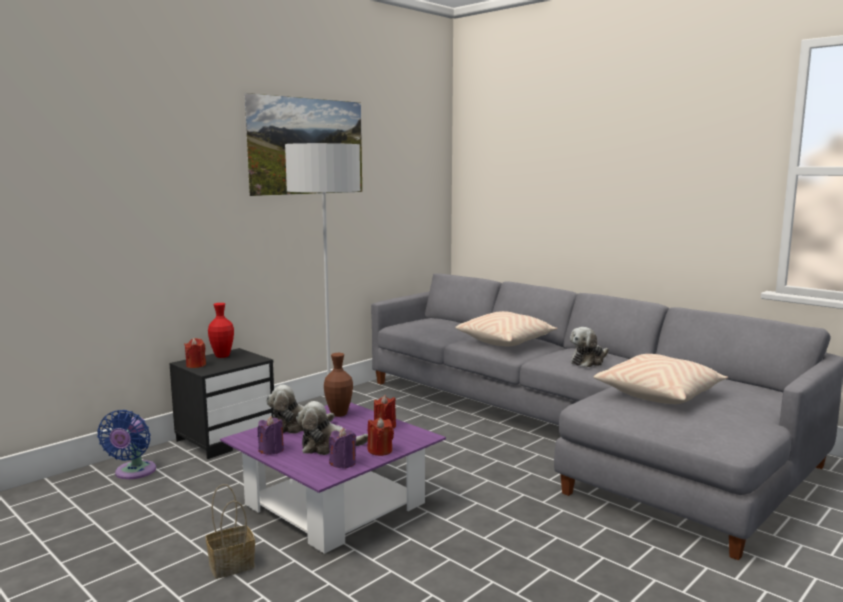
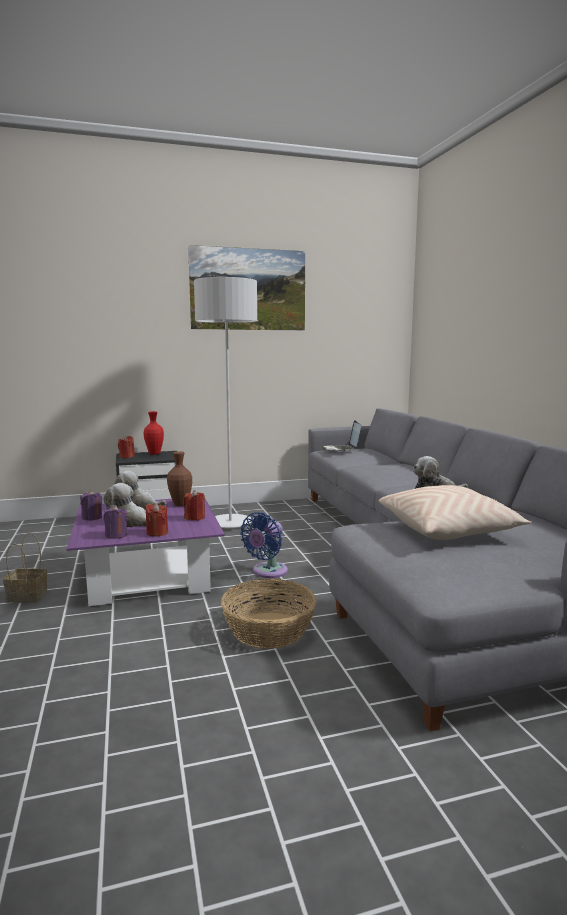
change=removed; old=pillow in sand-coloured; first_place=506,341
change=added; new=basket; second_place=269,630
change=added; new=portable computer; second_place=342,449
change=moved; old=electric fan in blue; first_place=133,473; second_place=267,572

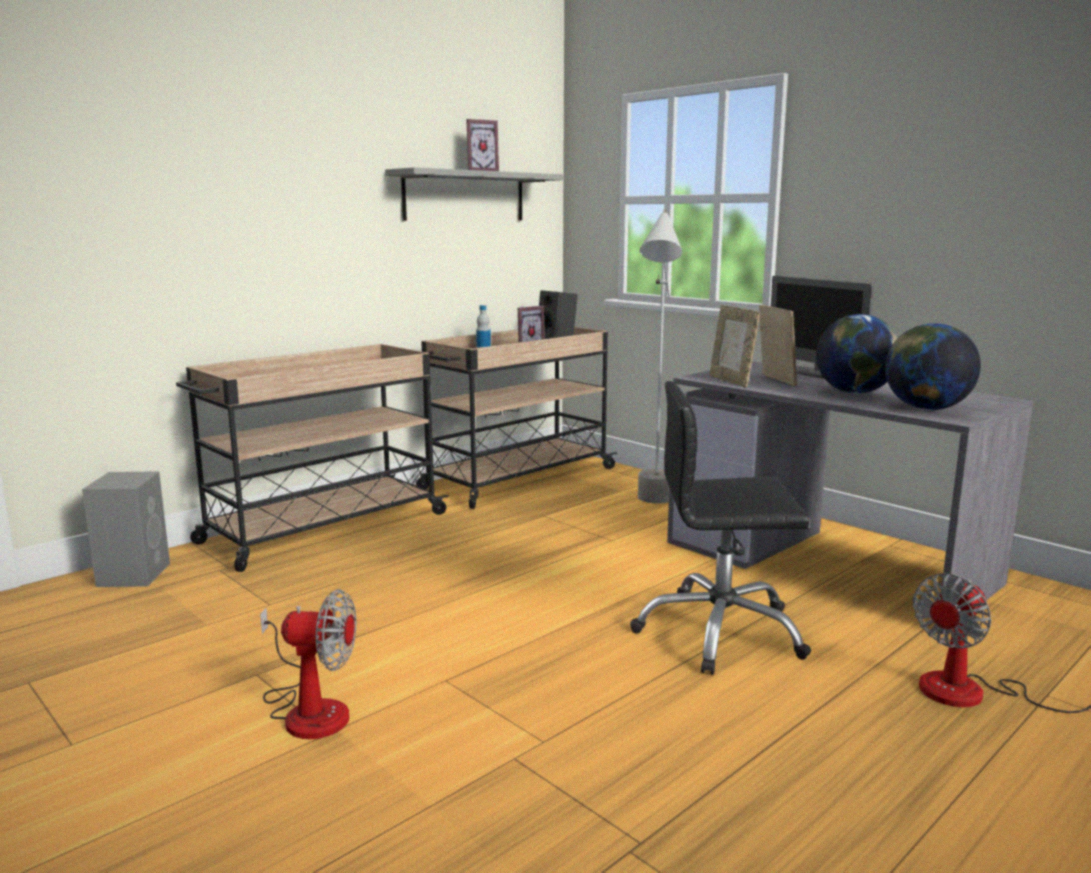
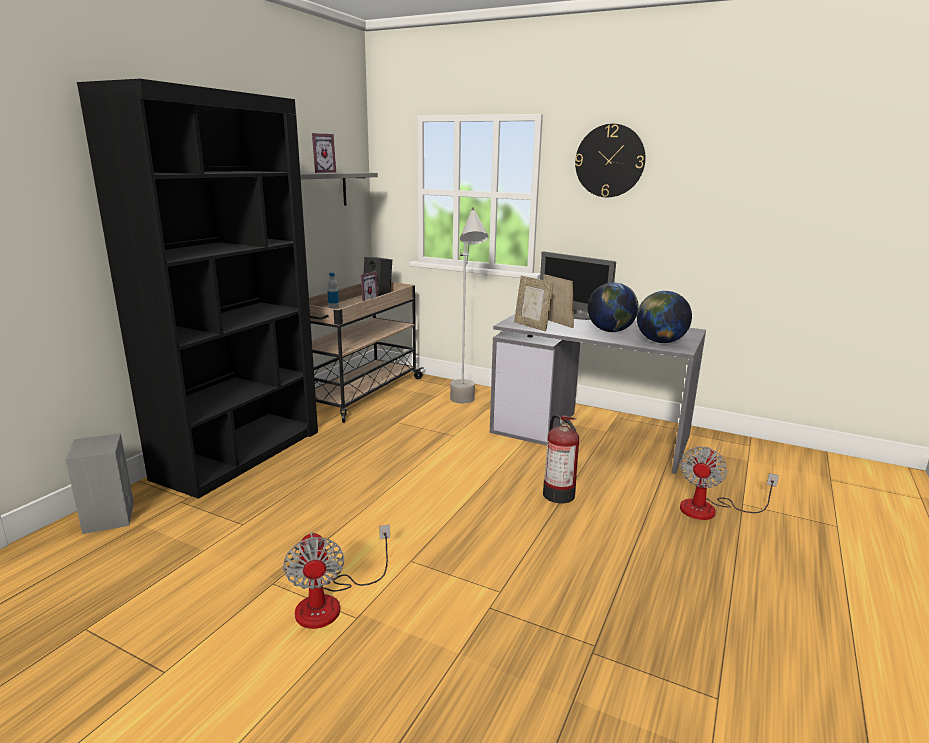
change=added; new=hanging clock; second_place=609,161
change=replaced; old=cart in sand-coloured; new=shelving unit in black-coloured; first_place=322,528; second_place=240,454
change=replaced; old=computer chair in black-coloured; new=extinguisher; first_place=720,632; second_place=557,493
change=turned; old=electric fan; first_place=309,709; second_place=331,602; degrees=90

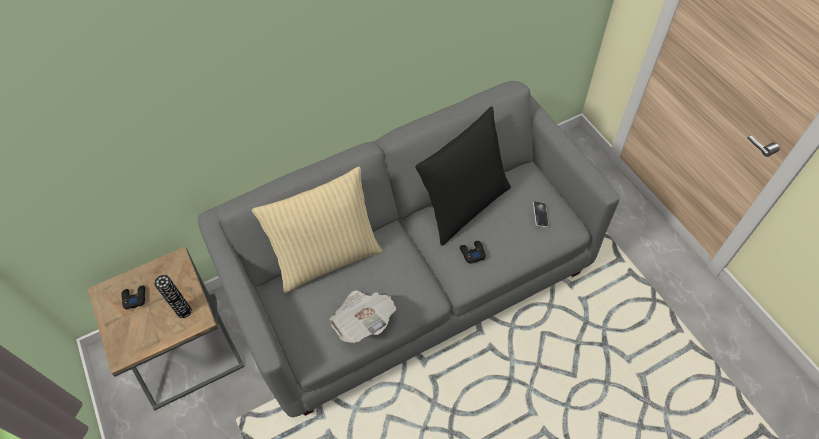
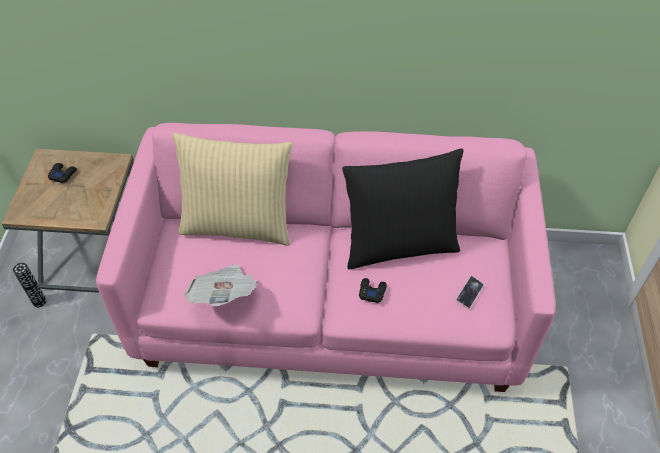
change=moved; old=flower vase; first_place=184,311; second_place=39,301
change=recoloured; old=couch in grey; new=couch in pink; first_place=413,280; second_place=331,304

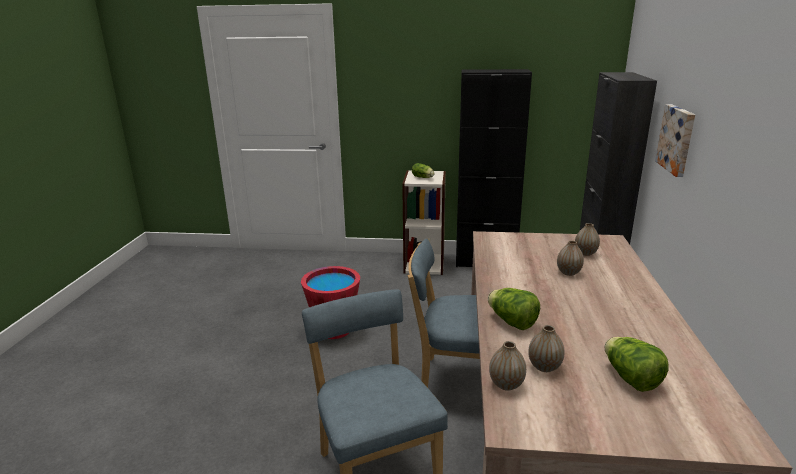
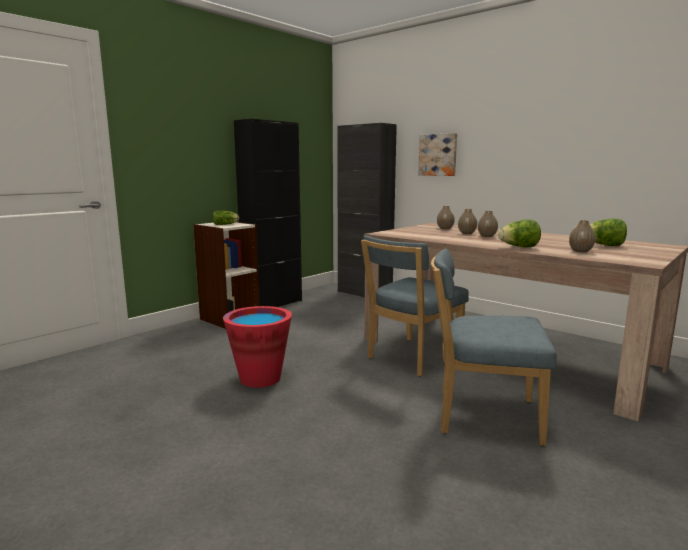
change=moved; old=flower vase; first_place=506,384; second_place=487,236

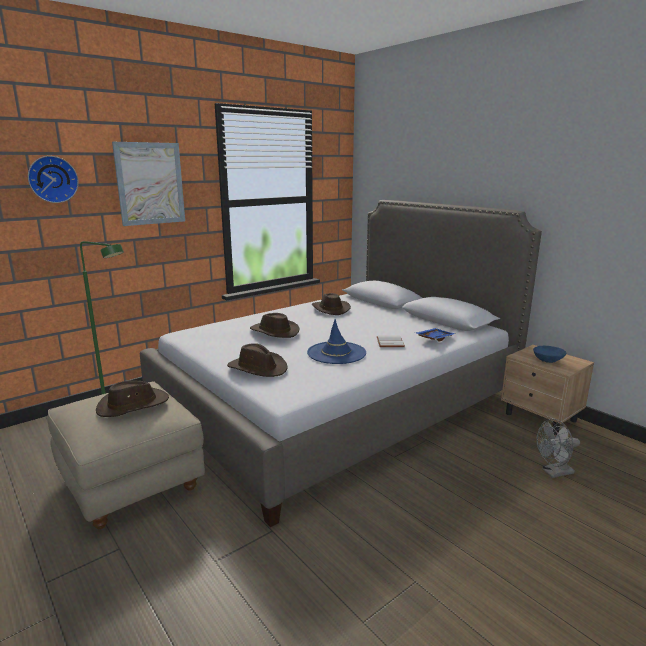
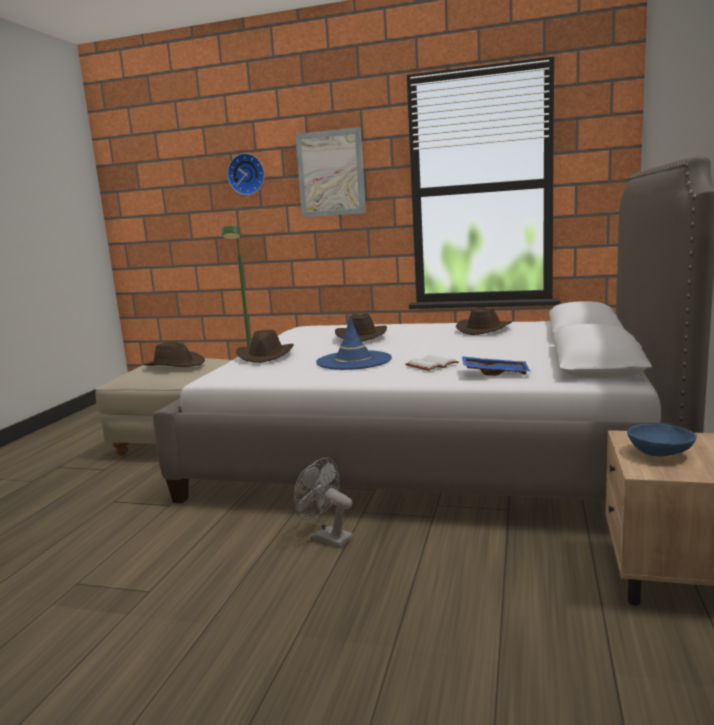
change=moved; old=electric fan in grey; first_place=554,473; second_place=326,537

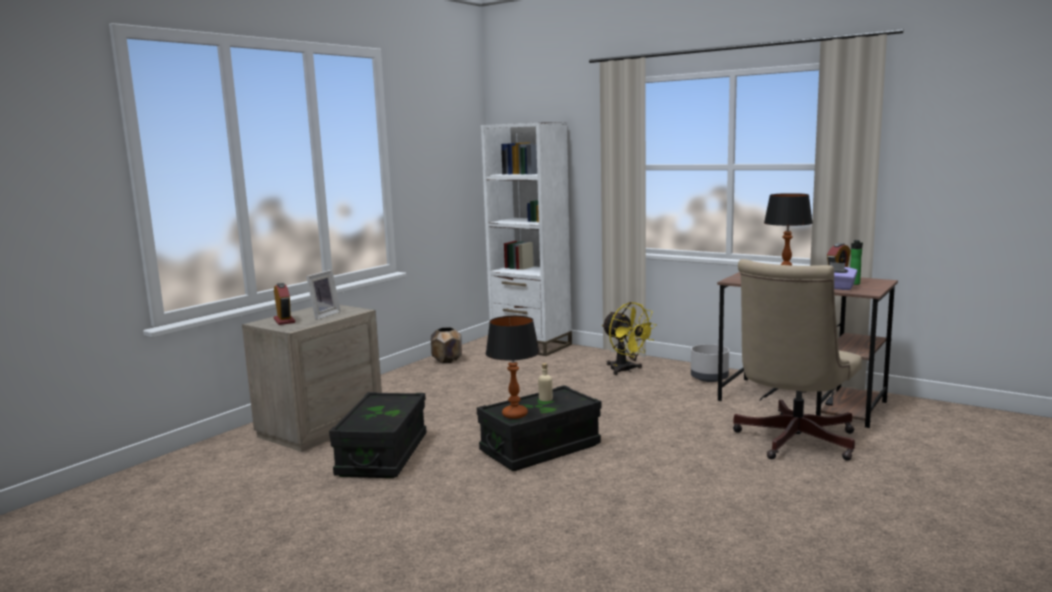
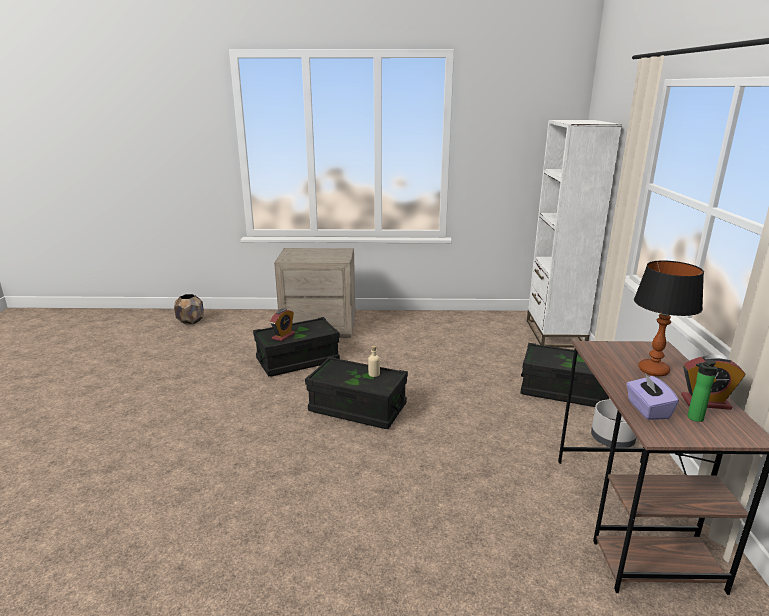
change=removed; old=photo frame; first_place=323,315
change=removed; old=lamp for a table; first_place=515,414
change=removed; old=computer chair in sand-coloured; first_place=791,442
change=moved; old=bedside clock; first_place=284,321; second_place=283,336
change=moved; old=flower pot in brown-coloured; first_place=447,360; second_place=191,321
change=replaced; old=electric fan in yellow-coloured; new=storage box in black-coloured; first_place=626,370; second_place=564,391

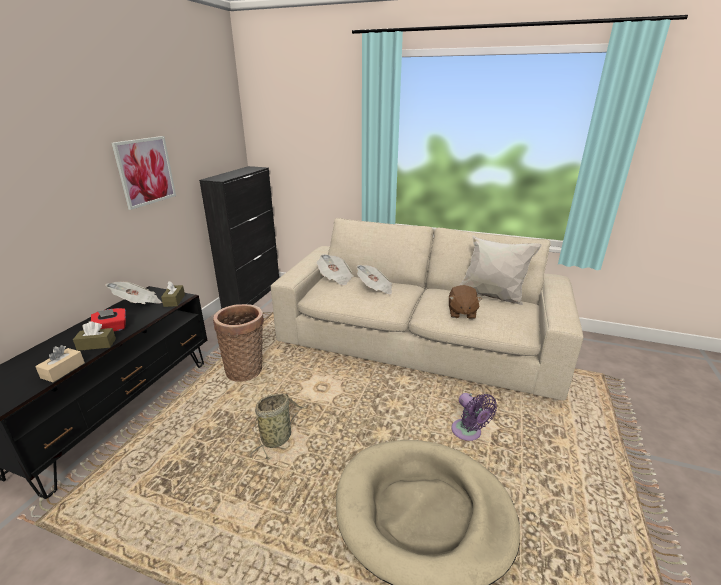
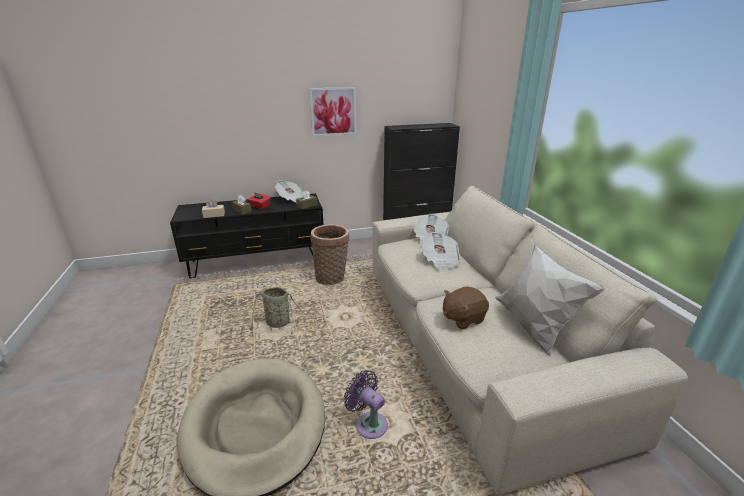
change=turned; old=electric fan in purple-coloured; first_place=468,433; second_place=369,423; degrees=105

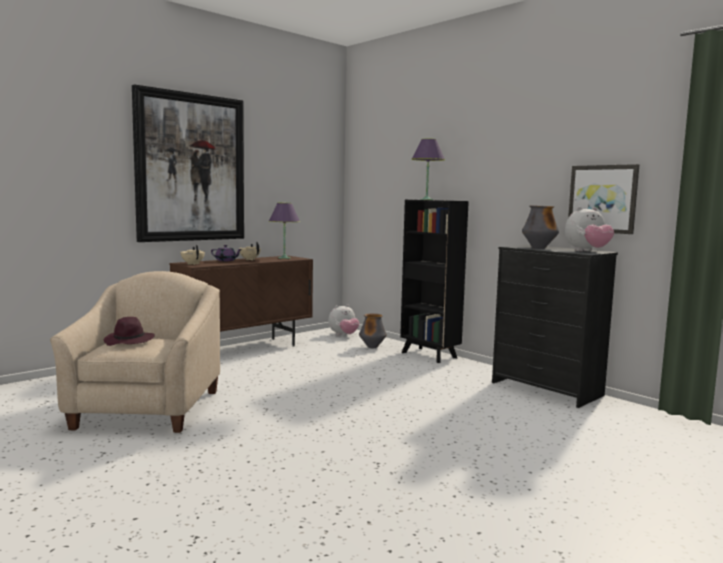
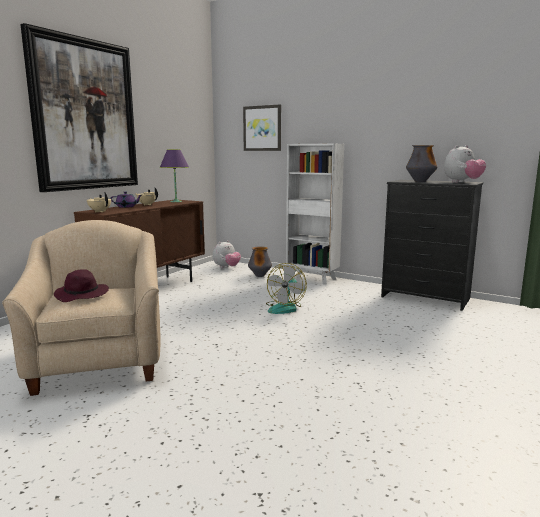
change=removed; old=lamp for a table in purple-coloured; first_place=426,199
change=added; new=electric fan; second_place=285,308
change=moved; old=picture; first_place=602,199; second_place=262,128
change=recoloured; old=shelving unit in black-coloured; new=shelving unit in whitish; first_place=429,355; second_place=312,278

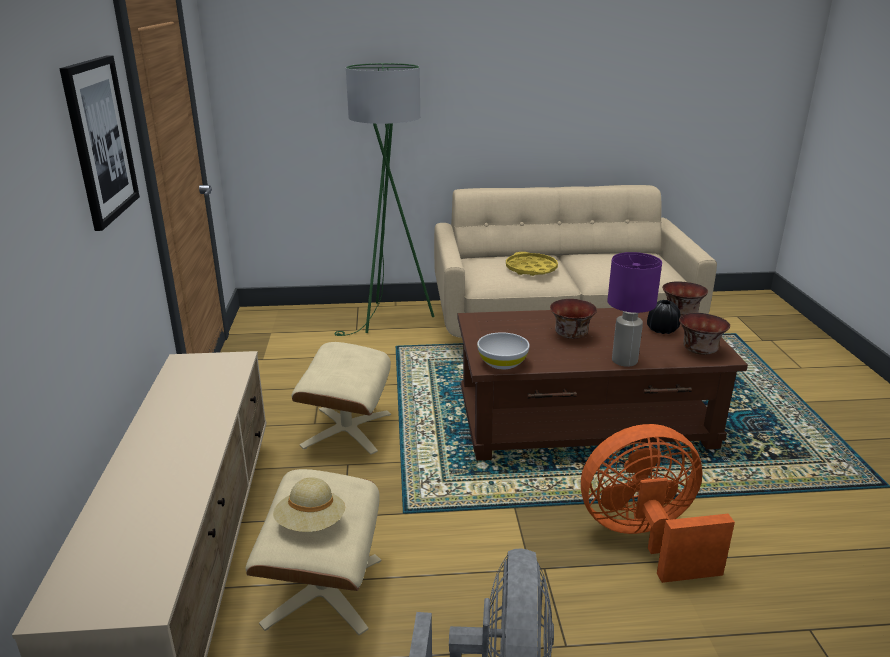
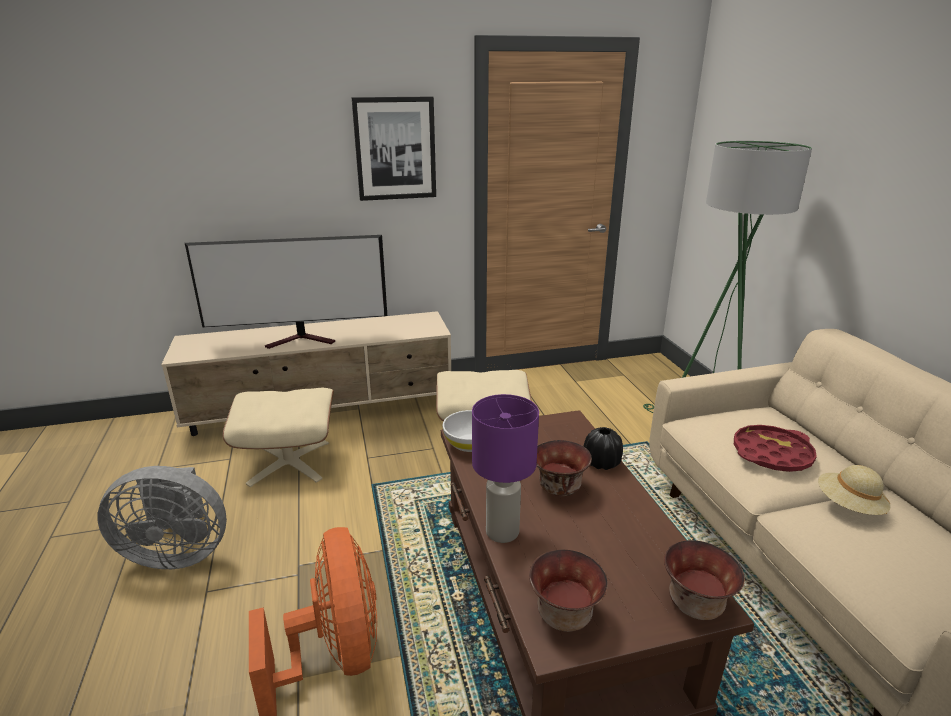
change=added; new=television; second_place=303,340
change=moved; old=hat in sand-coloured; first_place=311,524; second_place=848,506
change=moved; old=flower vase in black-coloured; first_place=662,330; second_place=601,462
change=recoloured; old=serving tray in yellow-coloured; new=serving tray in red-coloured; first_place=531,269; second_place=771,454

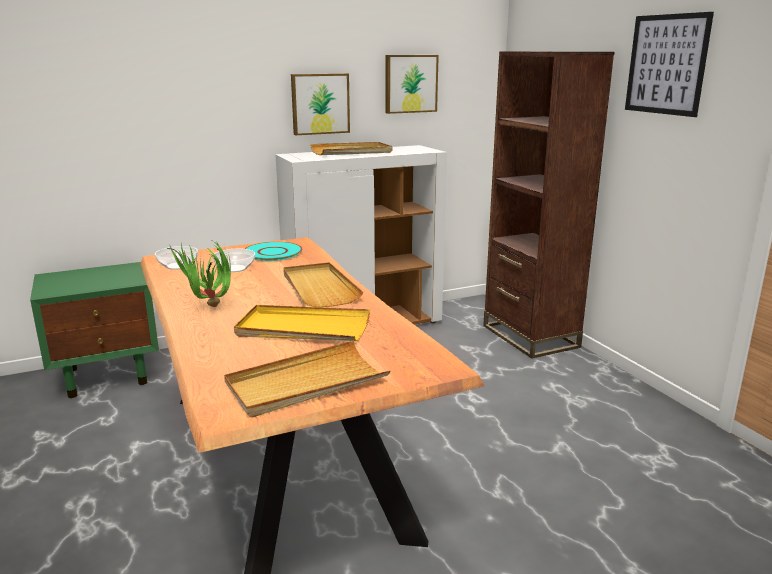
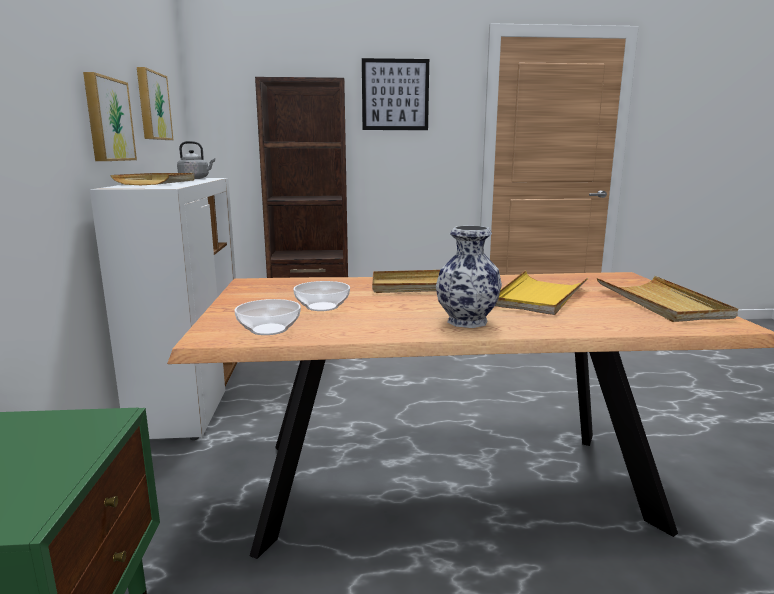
change=removed; old=plate in blue-green; first_place=273,252
change=added; new=water kettle in grey; second_place=196,178
change=replaced; old=potted plant; new=flower vase; first_place=208,309; second_place=467,322

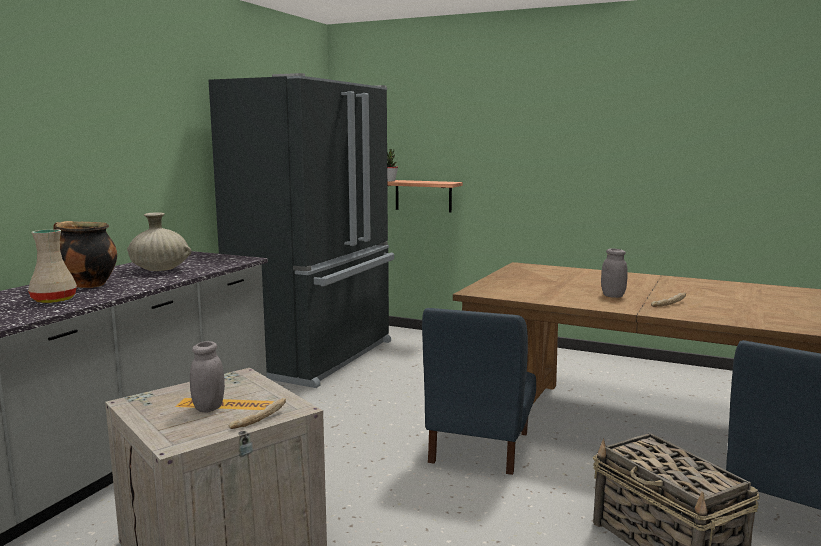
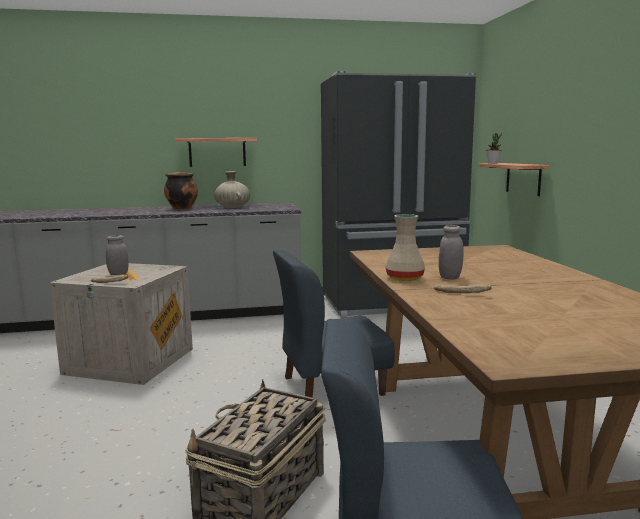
change=added; new=wall shelf; second_place=217,152
change=moved; old=flower vase in sand-coloured; first_place=55,300; second_place=405,278

